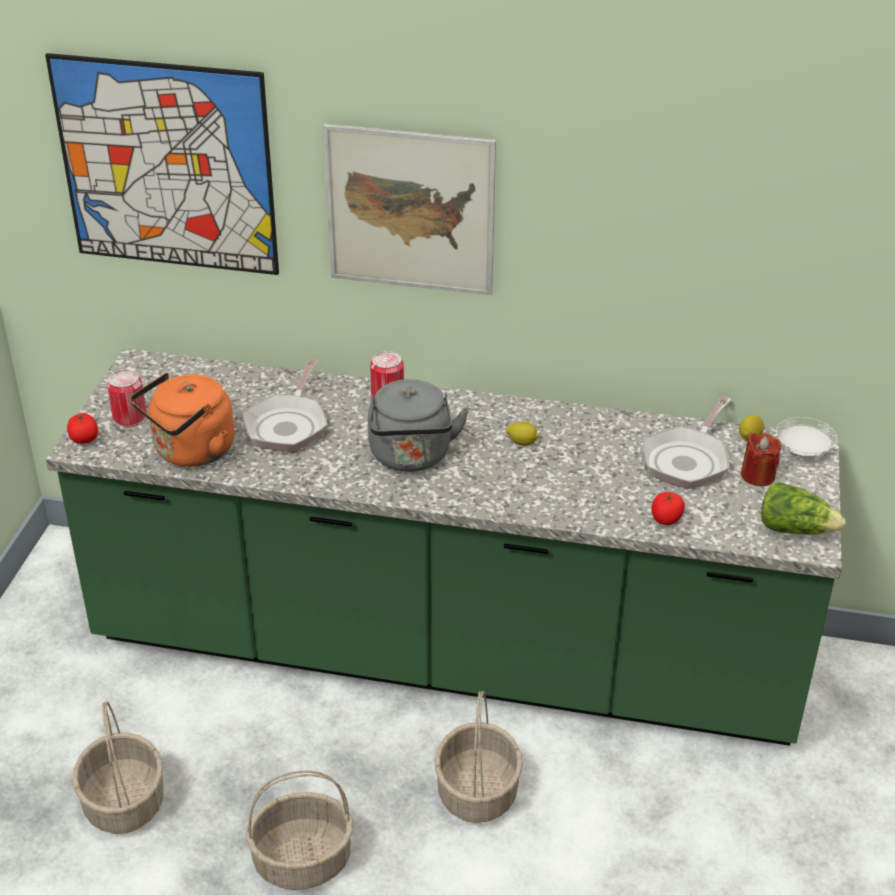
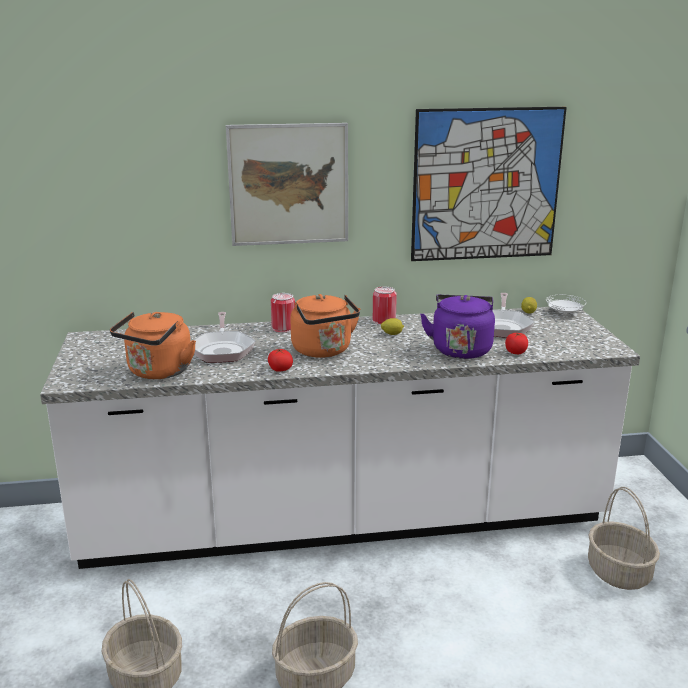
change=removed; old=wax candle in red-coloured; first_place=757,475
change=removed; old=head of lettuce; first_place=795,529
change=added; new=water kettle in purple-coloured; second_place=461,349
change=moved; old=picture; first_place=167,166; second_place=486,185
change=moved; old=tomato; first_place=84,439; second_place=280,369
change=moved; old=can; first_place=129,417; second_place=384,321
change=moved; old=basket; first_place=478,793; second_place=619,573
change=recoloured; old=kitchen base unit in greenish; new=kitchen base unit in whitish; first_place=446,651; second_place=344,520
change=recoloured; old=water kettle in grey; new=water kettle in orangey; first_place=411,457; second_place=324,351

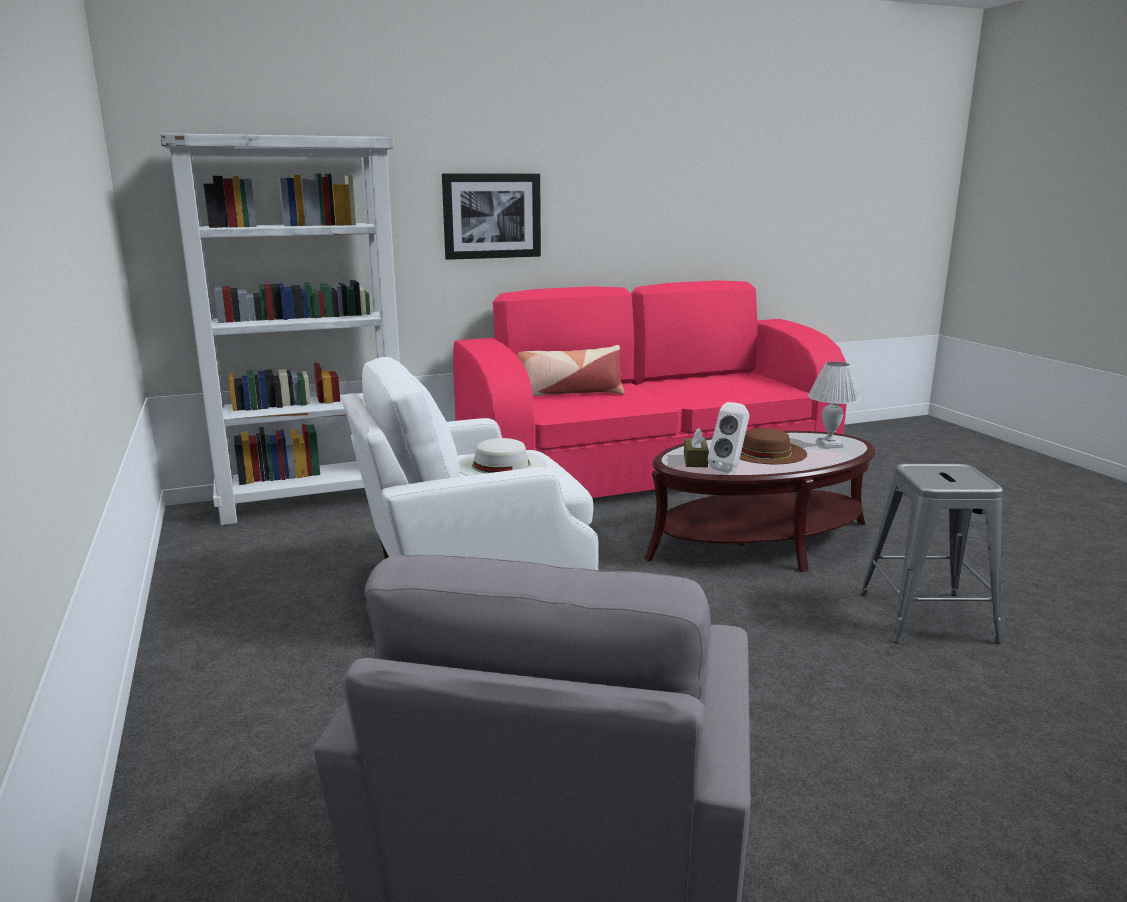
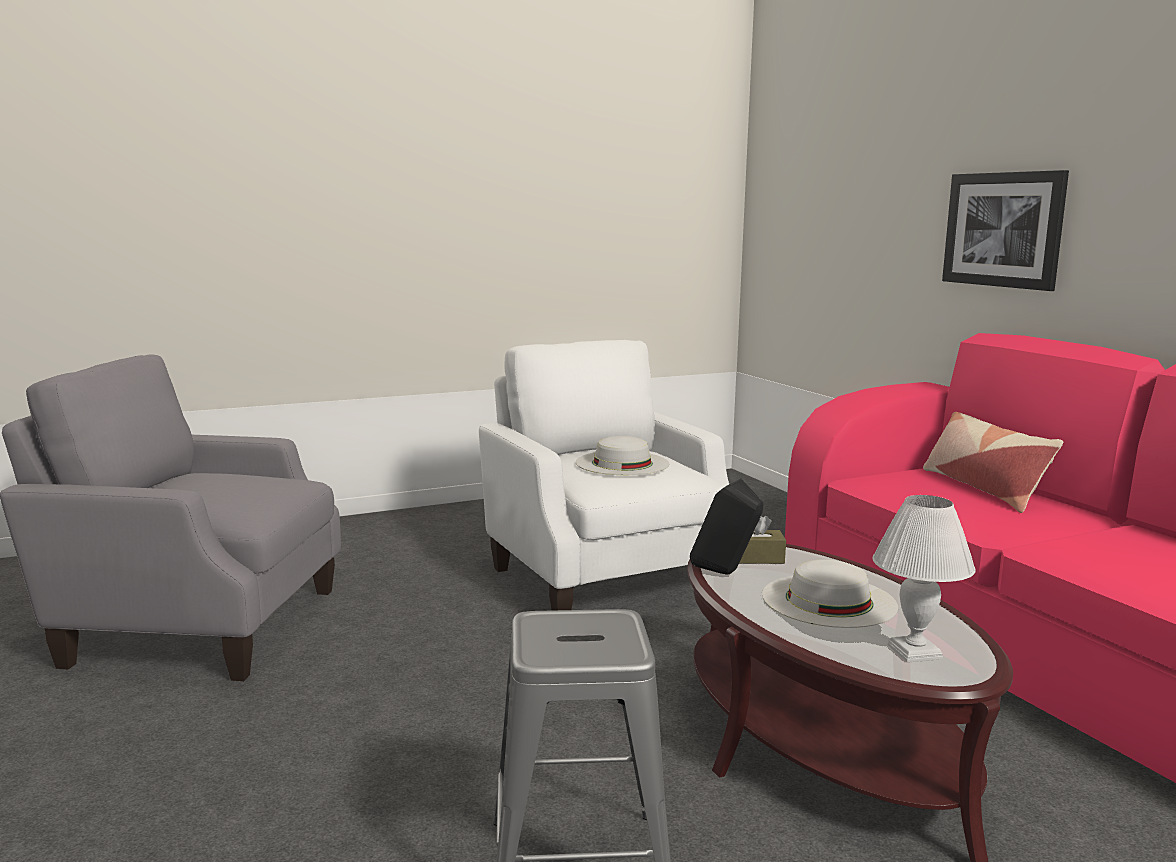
change=removed; old=shelving unit in whitish; first_place=316,501
change=recoloured; old=audio speaker in whitish; new=audio speaker in black-coloured; first_place=730,469; second_place=726,574
change=recoloured; old=hat in brown-coloured; new=hat in whitish; first_place=765,452; second_place=829,600

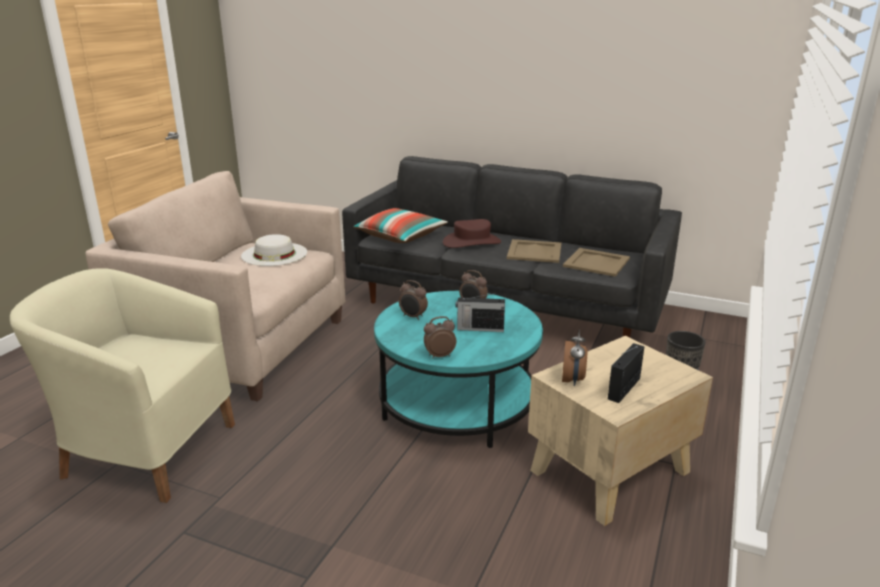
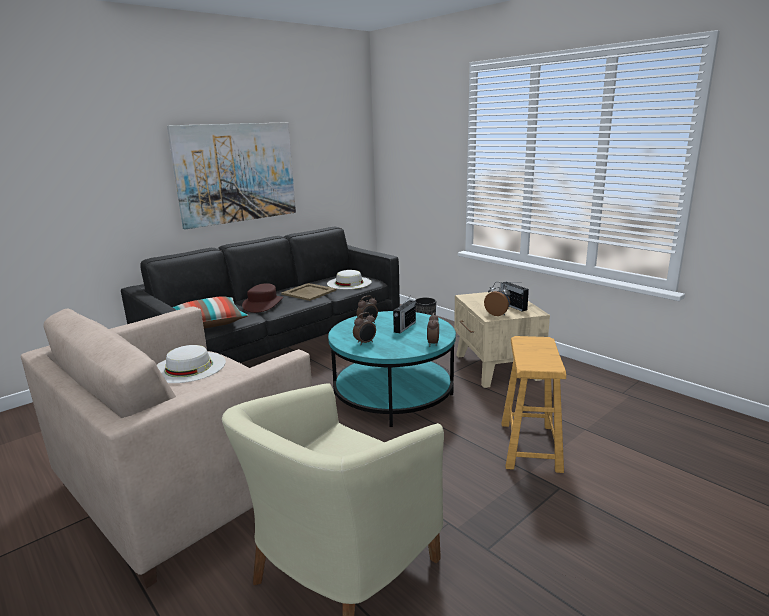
change=added; new=picture; second_place=236,173
change=added; new=sitting stool in brown-coloured; second_place=530,446
change=replaced; old=serving tray in sand-coloured; new=hat in whitish; first_place=596,262; second_place=349,283

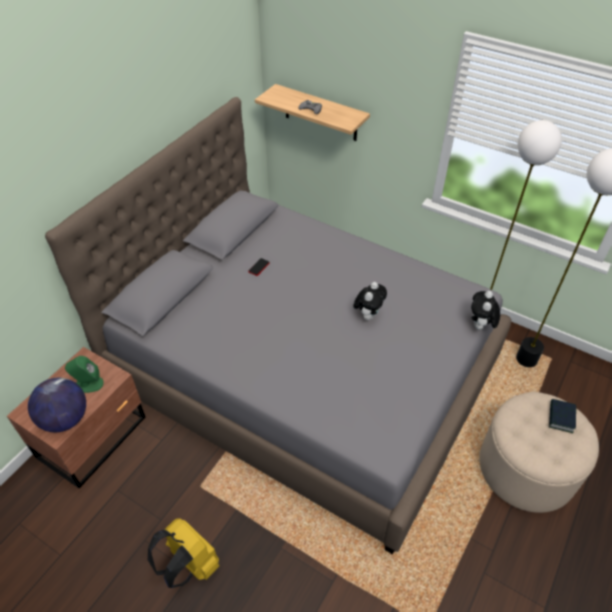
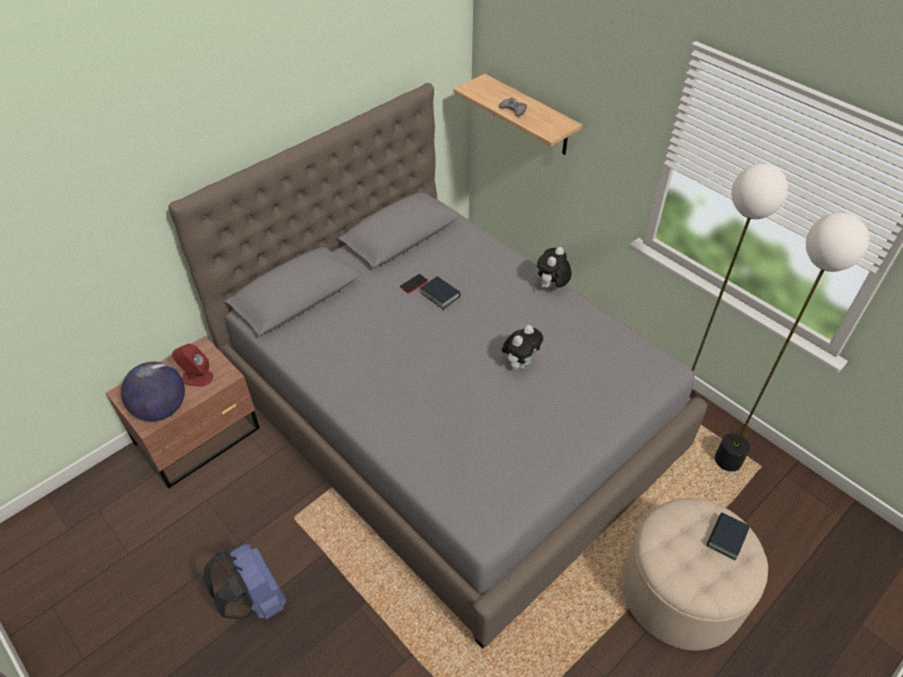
change=added; new=bound book; second_place=440,295
change=moved; old=soft toy; first_place=480,326; second_place=551,287
change=recoloured; old=audio speaker in greenish; new=audio speaker in red-coloured; first_place=88,384; second_place=197,377
change=recoloured; old=knapsack in yellow-coloured; new=knapsack in blue; first_place=189,565; second_place=255,600

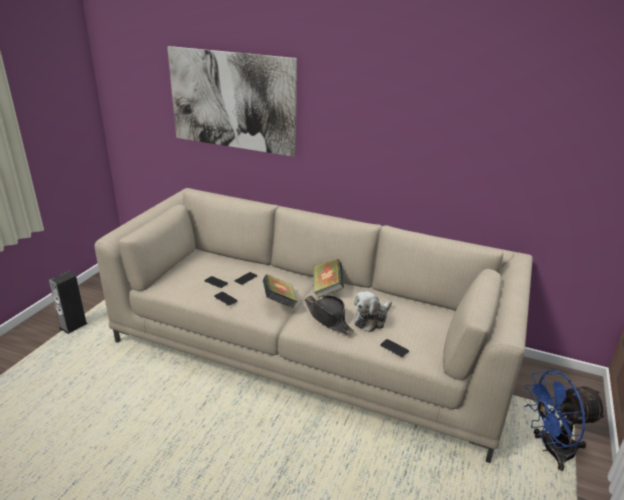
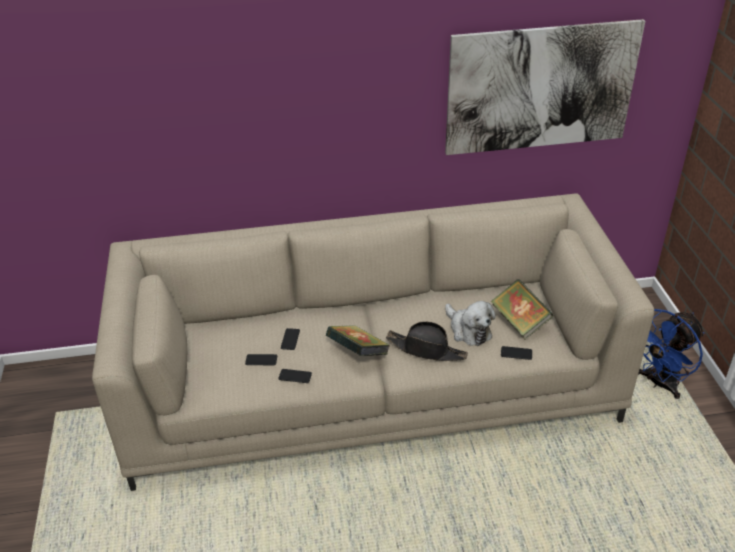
change=removed; old=audio speaker; first_place=73,326
change=moved; old=picture; first_place=232,100; second_place=540,88
change=moved; old=bound book; first_place=327,288; second_place=519,322
change=turned; old=soft toy; first_place=371,319; second_place=468,330; degrees=-45

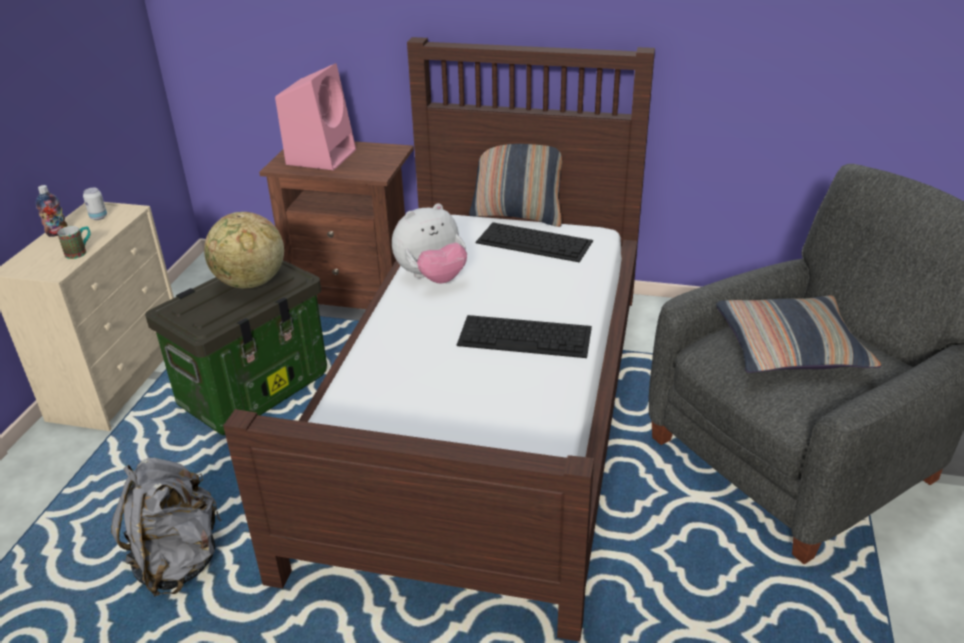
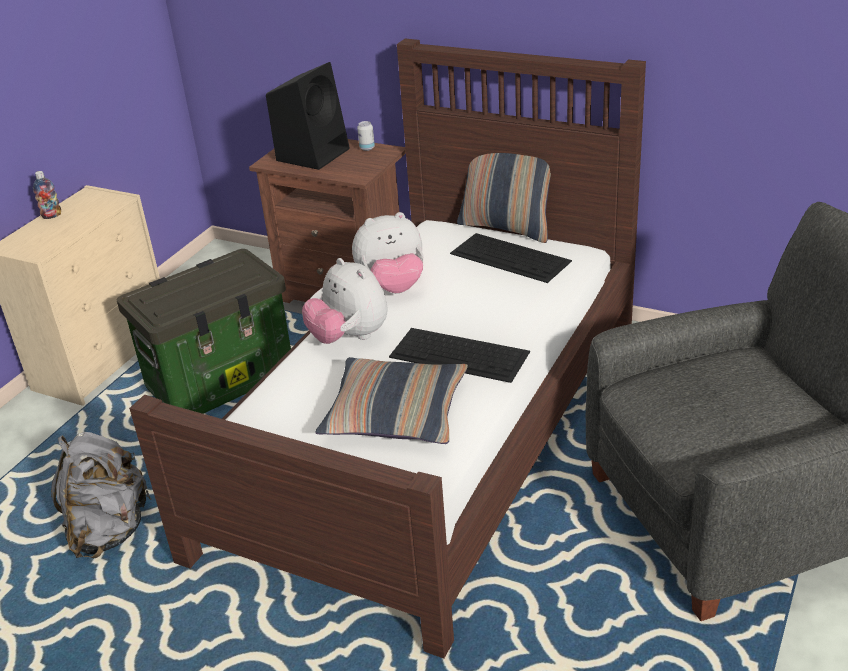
change=removed; old=tea mug; first_place=80,252
change=removed; old=globe; first_place=250,283
change=added; new=soft toy; second_place=349,337
change=moved; old=can; first_place=98,217; second_place=367,148
change=moved; old=pillow; first_place=789,348; second_place=396,413
change=recoloured; old=audio speaker in pink; new=audio speaker in black-coloured; first_place=321,156; second_place=313,154

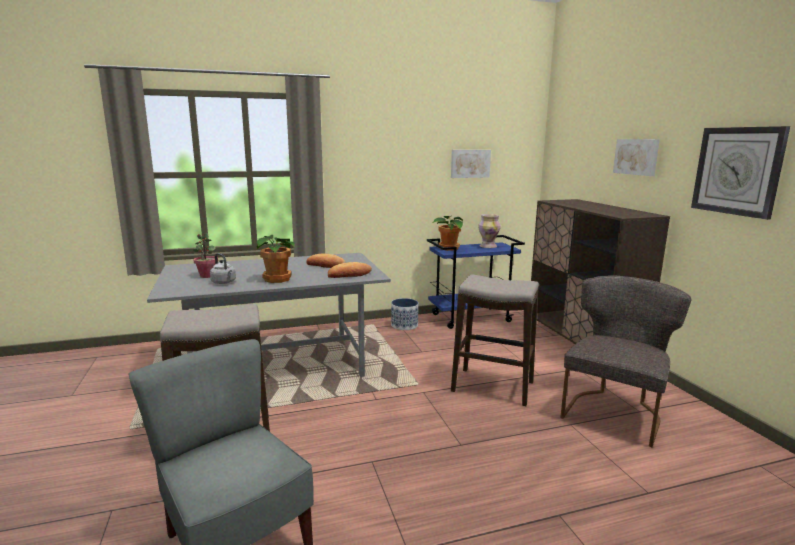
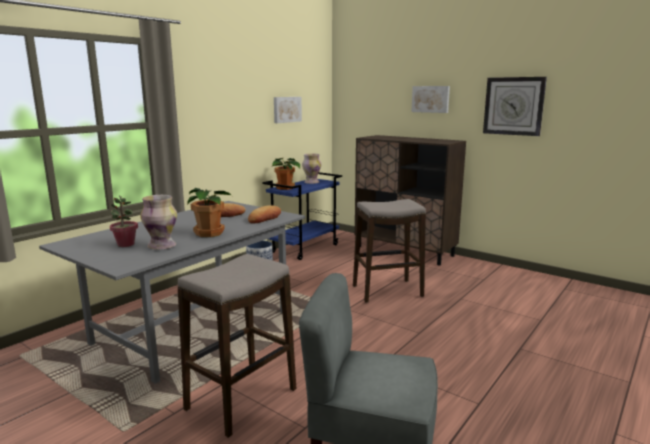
change=removed; old=upright chair in grey; first_place=614,412
change=replaced; old=water kettle in grey; new=flower vase; first_place=224,282; second_place=162,246

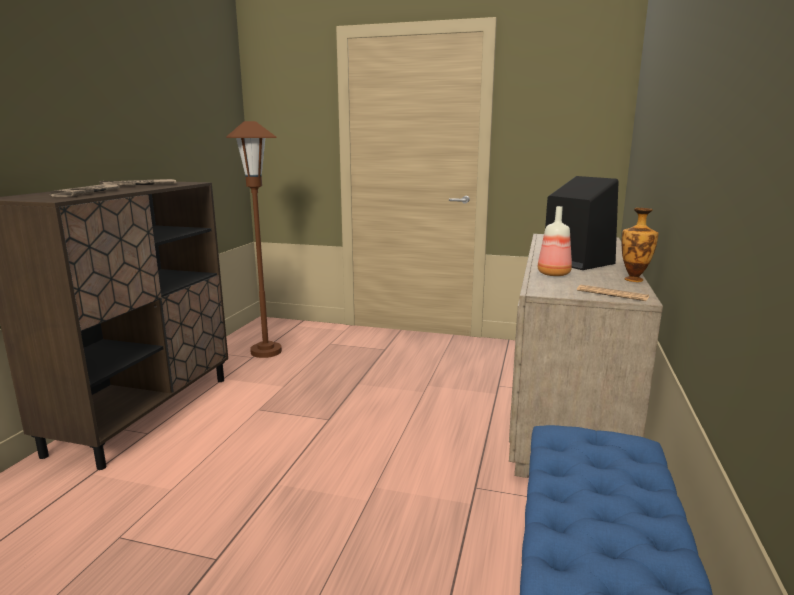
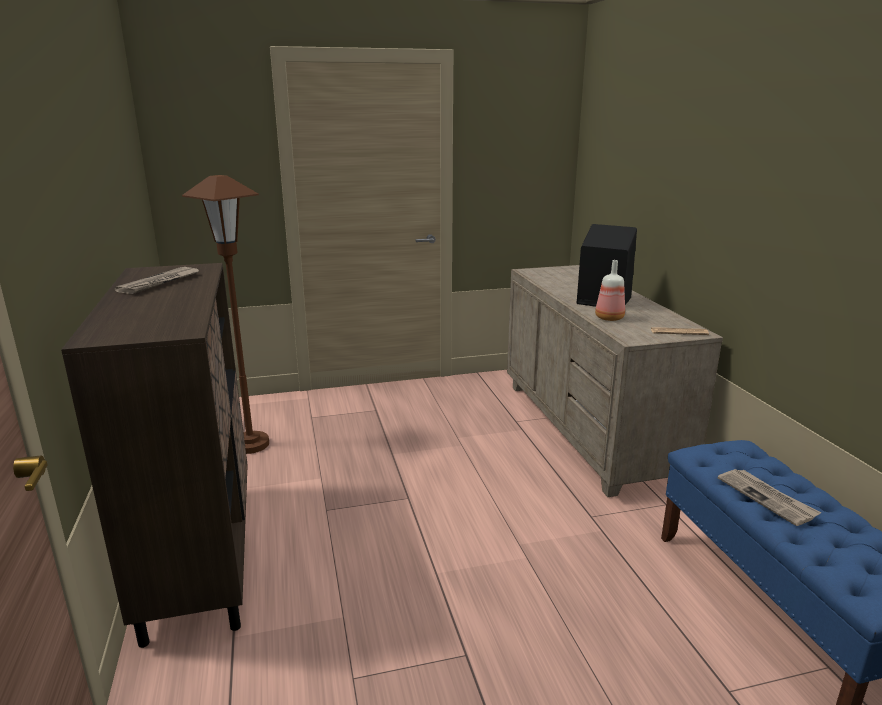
change=removed; old=flower vase; first_place=634,279
change=moved; old=daily paper; first_place=88,192; second_place=767,498

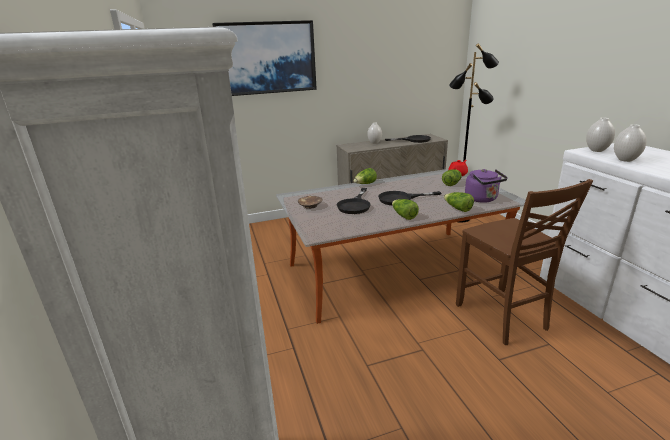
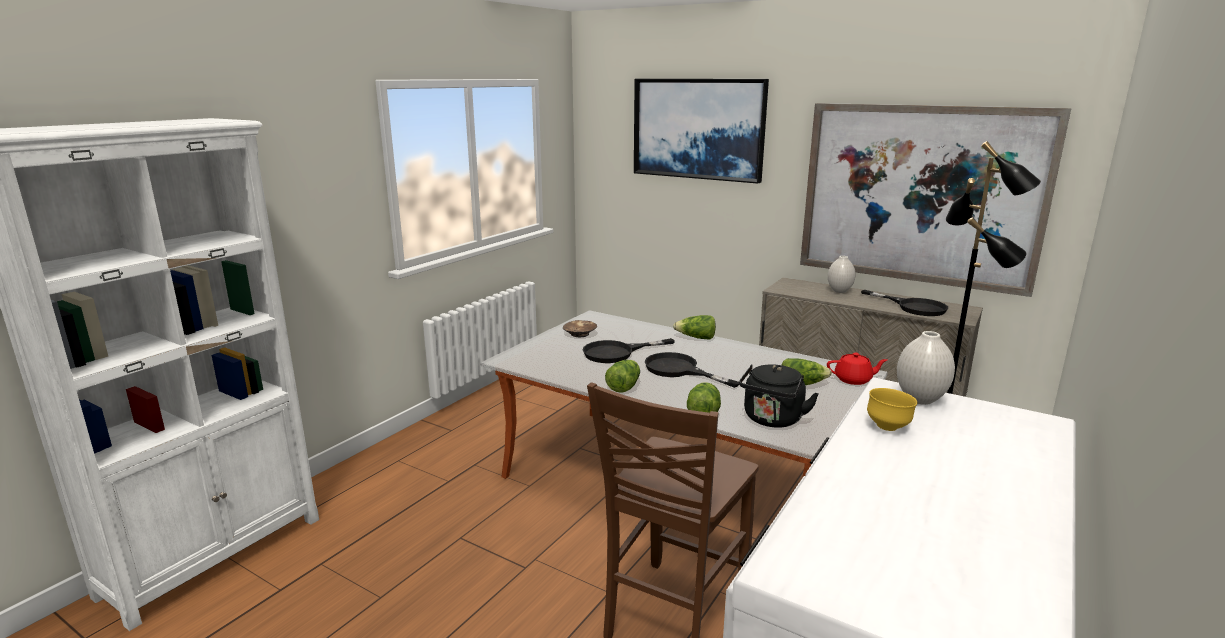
change=added; new=picture; second_place=920,194
change=replaced; old=flower vase in whitish; new=serving bowl in yellow-coloured; first_place=625,160; second_place=888,427
change=recoloured; old=water kettle in purple-coloured; new=water kettle in black-coloured; first_place=482,199; second_place=772,420

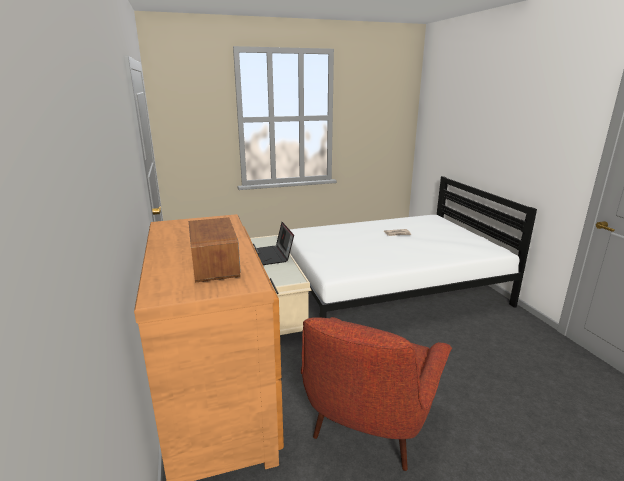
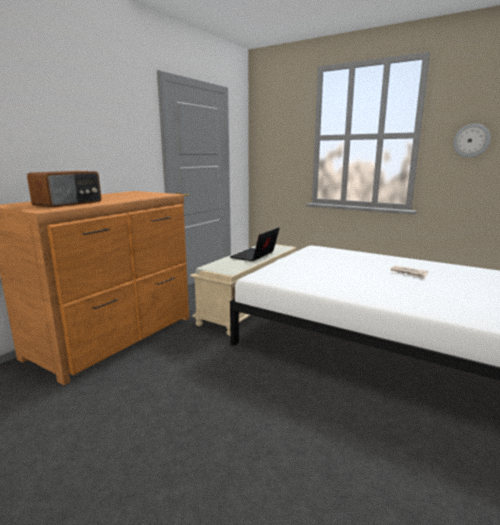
change=removed; old=lounge chair in red-coloured; first_place=368,426
change=added; new=hanging clock; second_place=471,140

